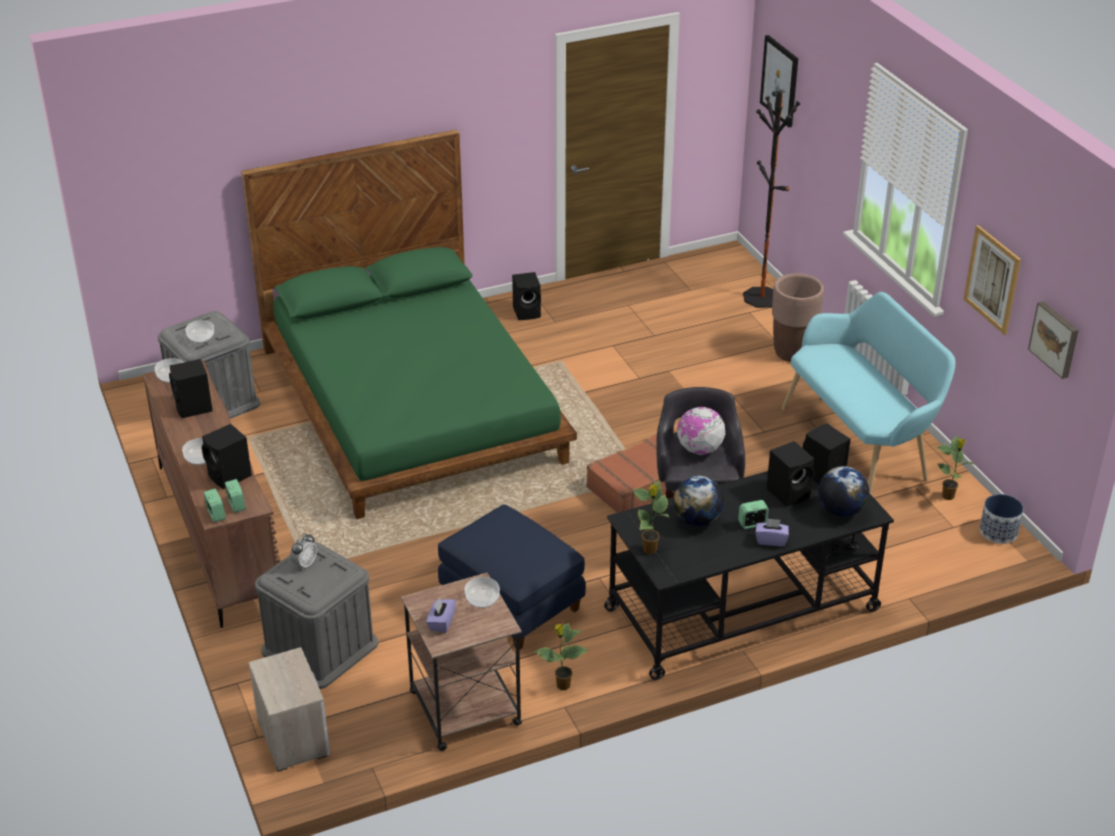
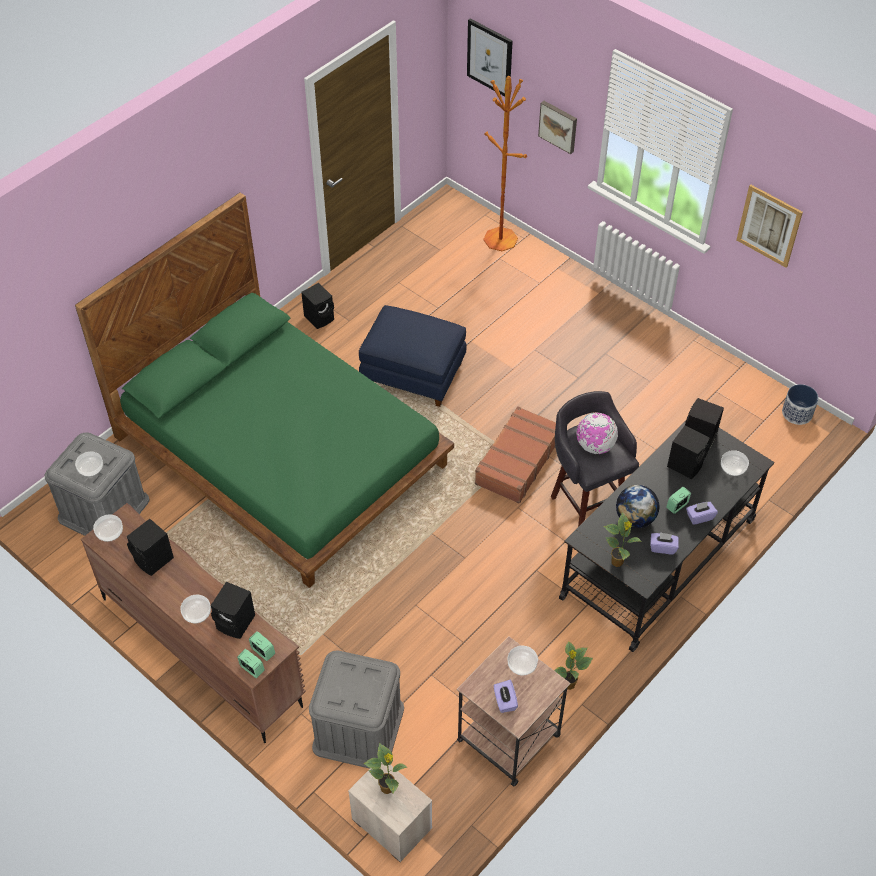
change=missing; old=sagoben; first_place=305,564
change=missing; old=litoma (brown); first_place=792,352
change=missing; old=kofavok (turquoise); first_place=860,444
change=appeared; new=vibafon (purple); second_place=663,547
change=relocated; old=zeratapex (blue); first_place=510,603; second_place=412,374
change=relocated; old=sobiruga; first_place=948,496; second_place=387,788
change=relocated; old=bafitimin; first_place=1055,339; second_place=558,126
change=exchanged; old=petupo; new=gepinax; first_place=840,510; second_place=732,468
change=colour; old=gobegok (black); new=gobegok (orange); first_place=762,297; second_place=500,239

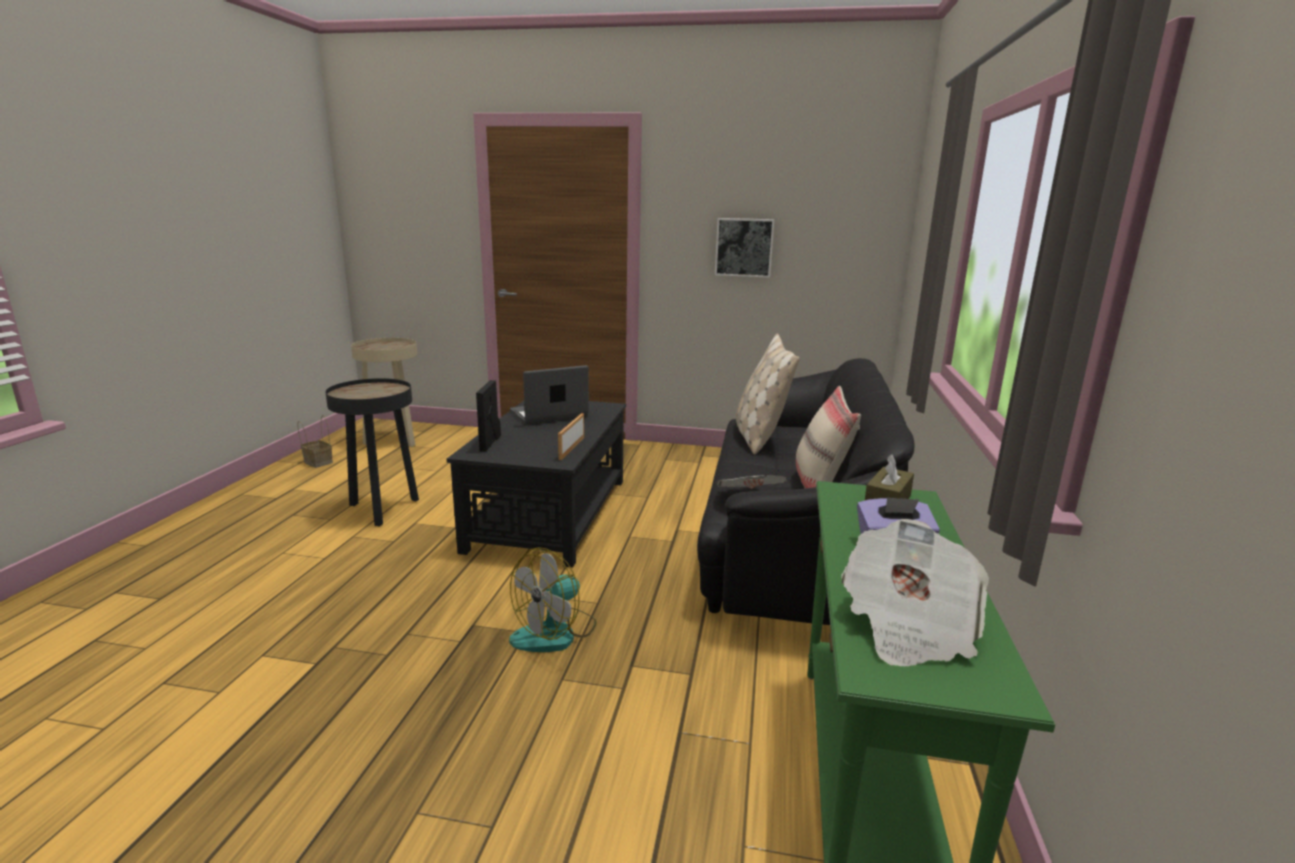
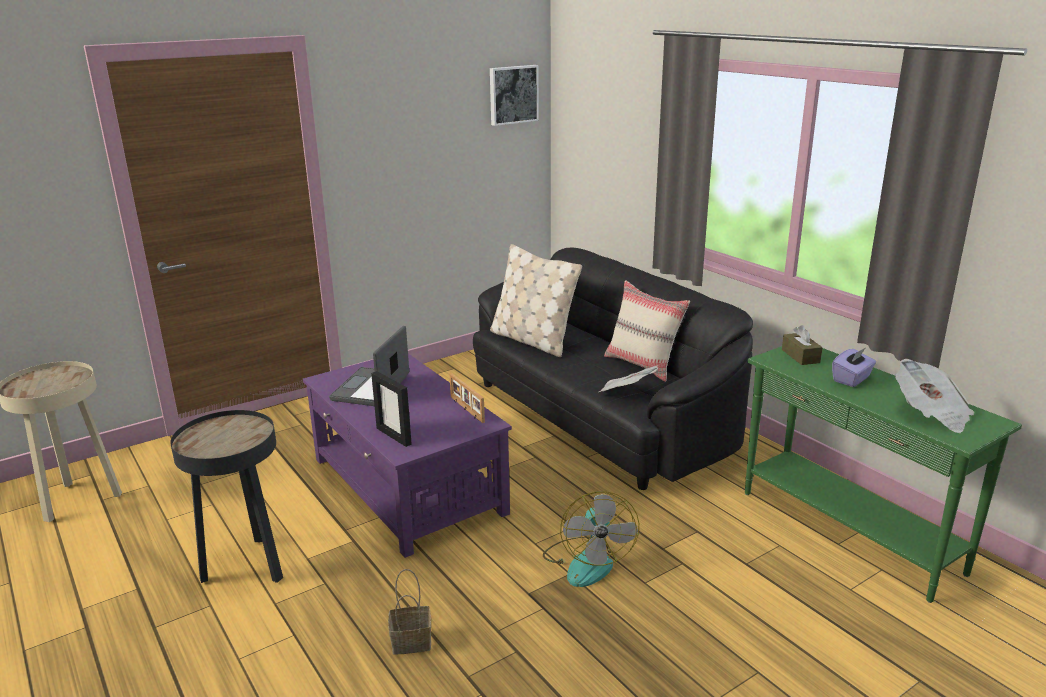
change=relocated; old=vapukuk; first_place=317,462; second_place=410,642
change=relocated; old=bafitimin; first_place=744,247; second_place=513,94
change=colour; old=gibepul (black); new=gibepul (purple); first_place=549,514; second_place=407,486

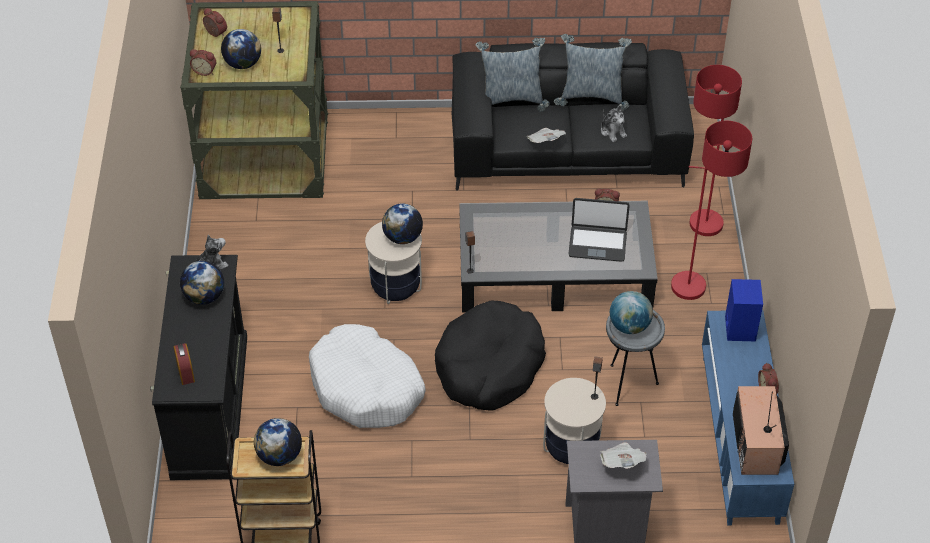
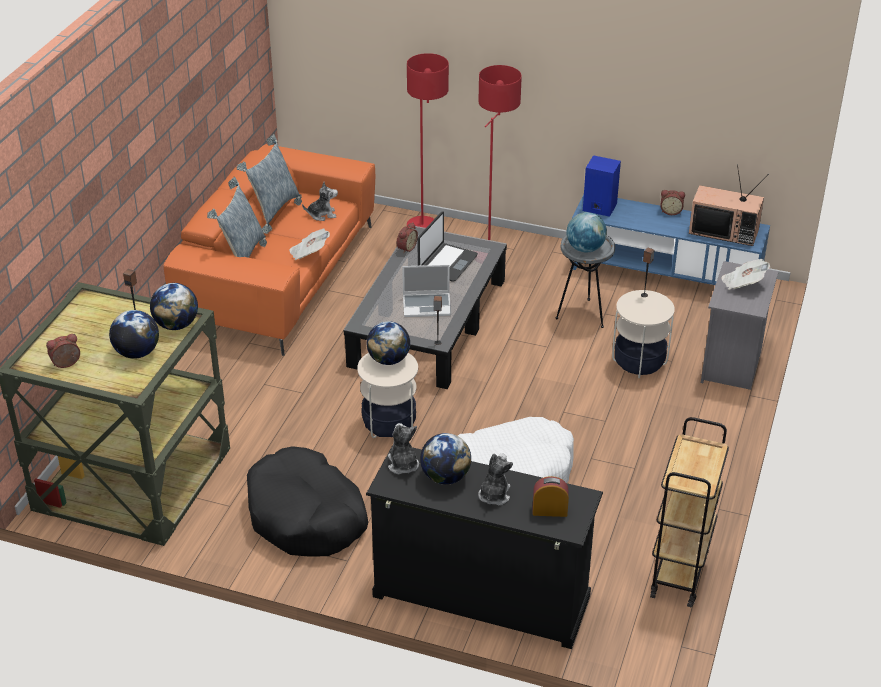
change=missing; old=sagoben; first_place=205,70
change=appeared; new=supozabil; second_place=427,305
change=appeared; new=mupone; second_place=494,495
change=relocated; old=petupo; first_place=279,456; second_place=176,325
change=relocated; old=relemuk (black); first_place=489,366; second_place=306,516
change=colour; old=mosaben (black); new=mosaben (orange); first_place=567,150; second_place=279,277

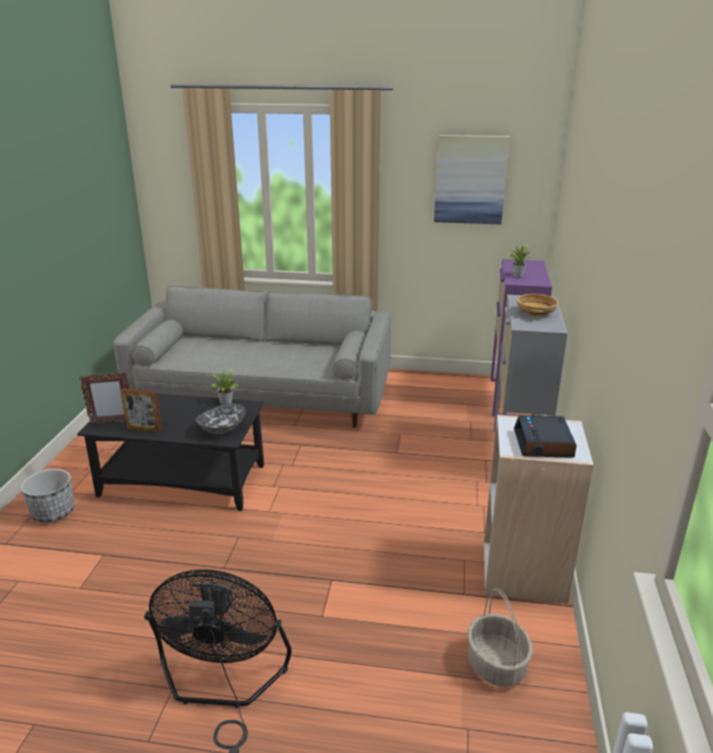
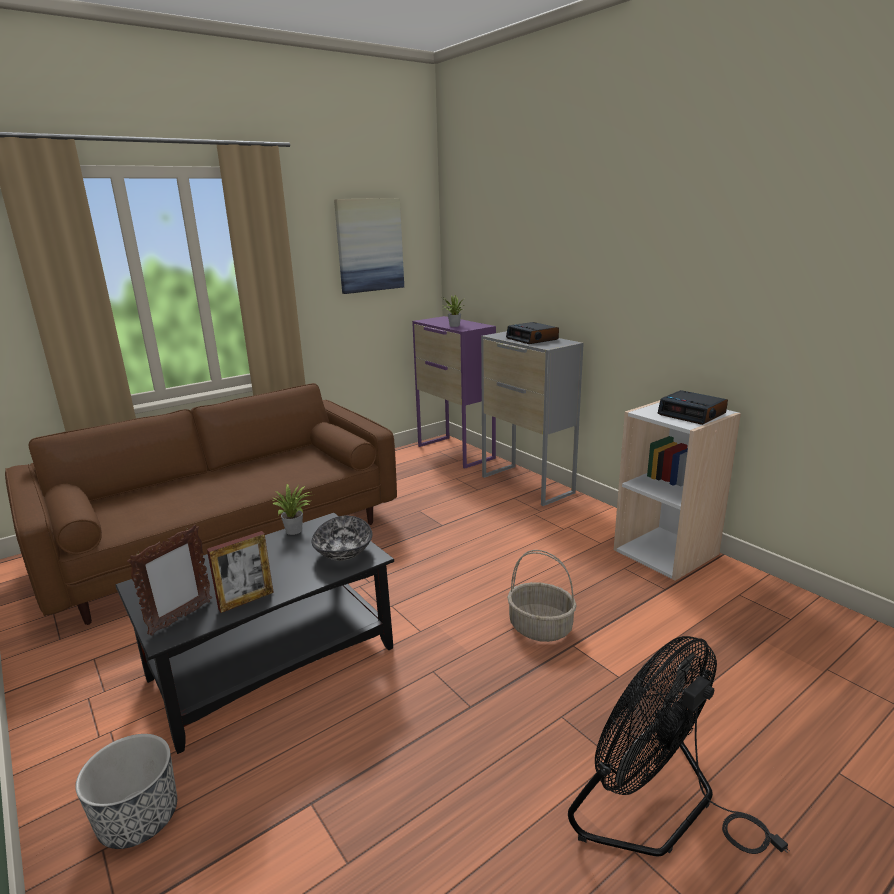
change=relocated; old=vapukuk; first_place=497,665; second_place=541,627
change=exchanged; old=gepinax (beige); new=sagoben; first_place=536,313; second_place=532,339
change=colour; old=mosaben (grey); new=mosaben (brown); first_place=263,395; second_place=226,541

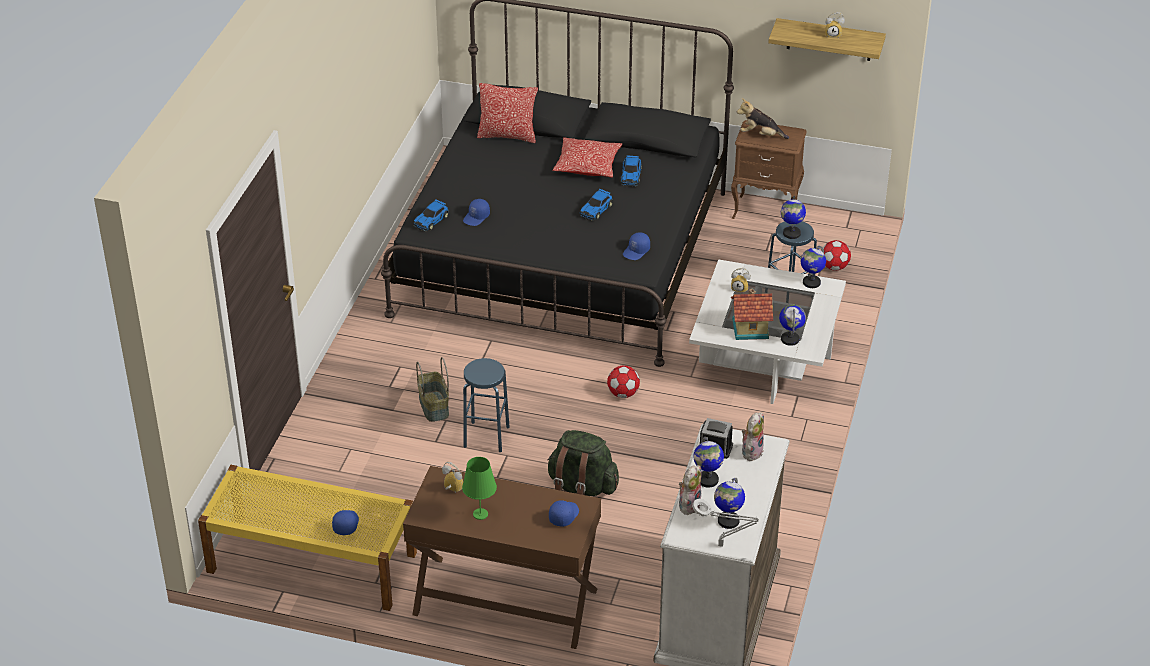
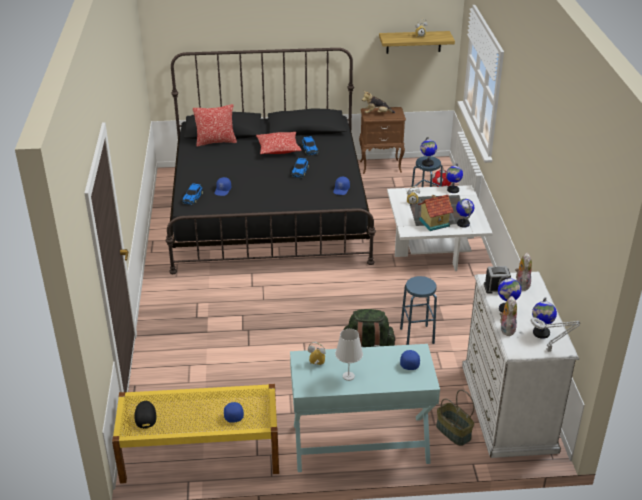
change=missing; old=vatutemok; first_place=623,393
change=appeared; new=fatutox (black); second_place=145,416
change=relocated; old=vapukuk; first_place=433,406; second_place=452,432
change=relocated; old=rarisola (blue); first_place=486,436; second_place=417,335
change=colour; old=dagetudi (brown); new=dagetudi (turquoise); first_place=505,602; second_place=360,444
change=colour; old=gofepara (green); new=gofepara (white); first_place=480,514; second_place=348,376

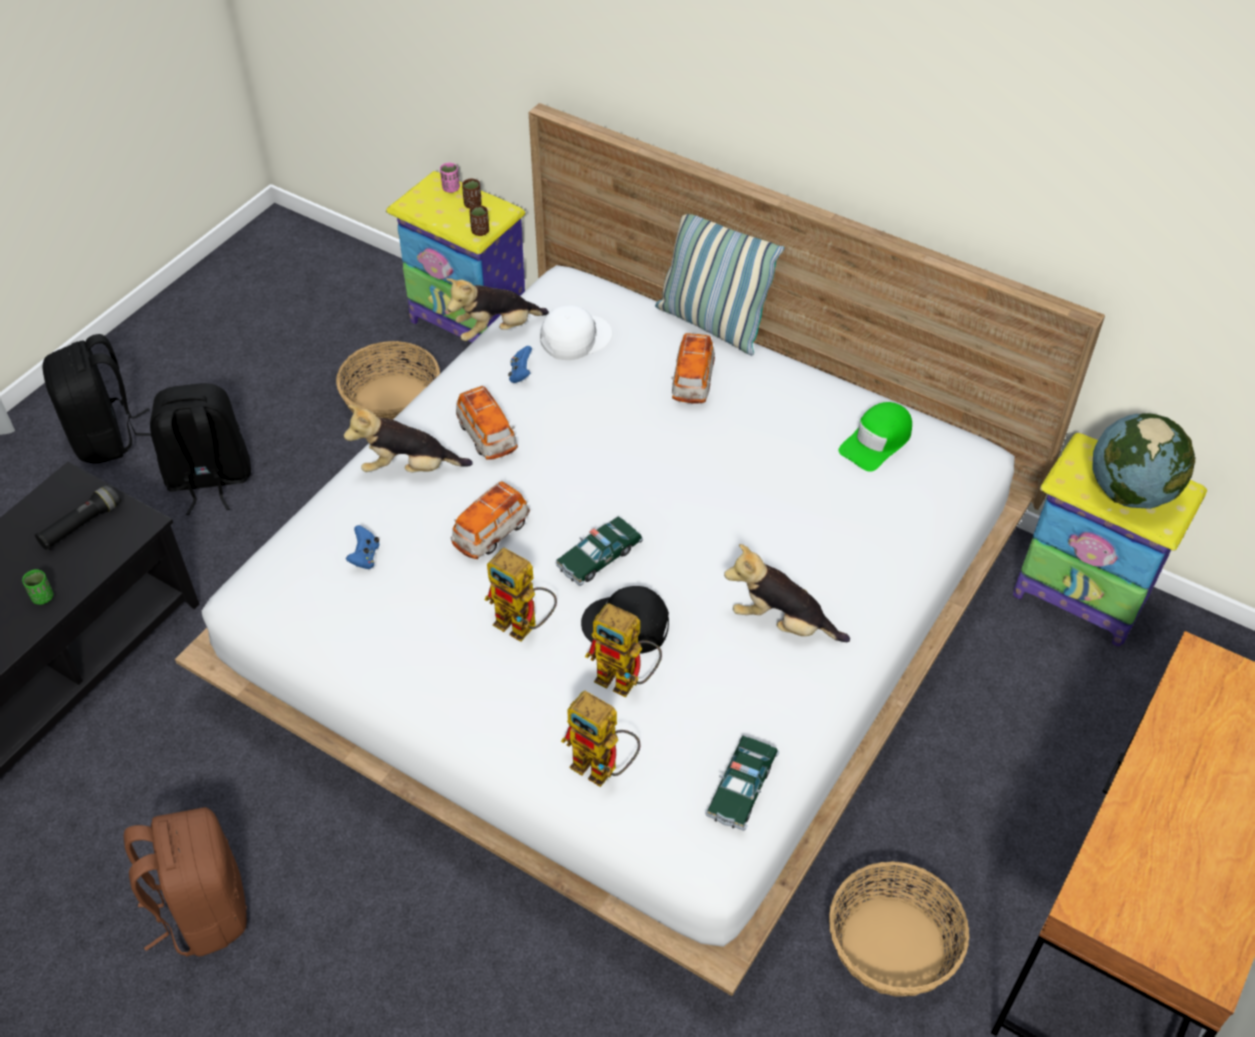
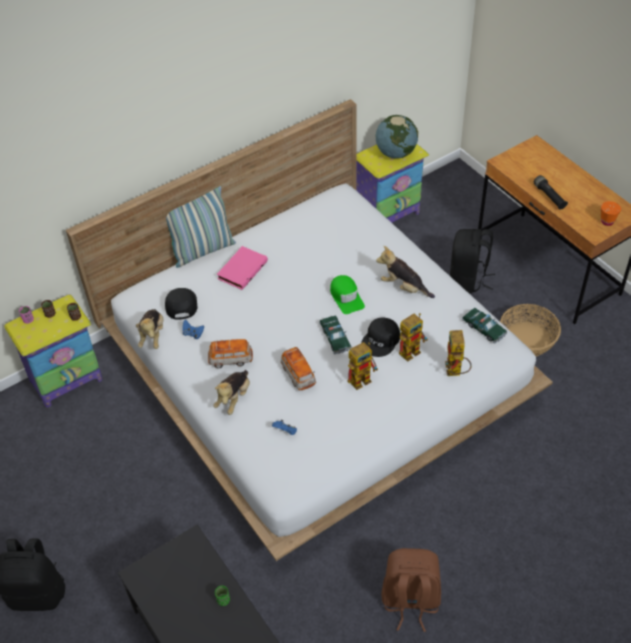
change=missing; old=vapukuk; first_place=392,401
change=appeared; new=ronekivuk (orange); second_place=607,221
change=relocated; old=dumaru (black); first_place=81,525; second_place=549,197
change=relocated; old=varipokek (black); first_place=209,479; second_place=468,279
change=relocated; old=fatutox (green); first_place=877,442; second_place=346,297
change=exchanged; old=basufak; new=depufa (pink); first_place=692,382; second_place=241,269
change=colour; old=fatutox (white); new=fatutox (black); first_place=575,337; second_place=180,304
change=spun; old=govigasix; first_place=603,769; second_place=455,372; degrees=120
change=spun; old=mupone; first_place=782,623; second_place=404,287; degrees=75

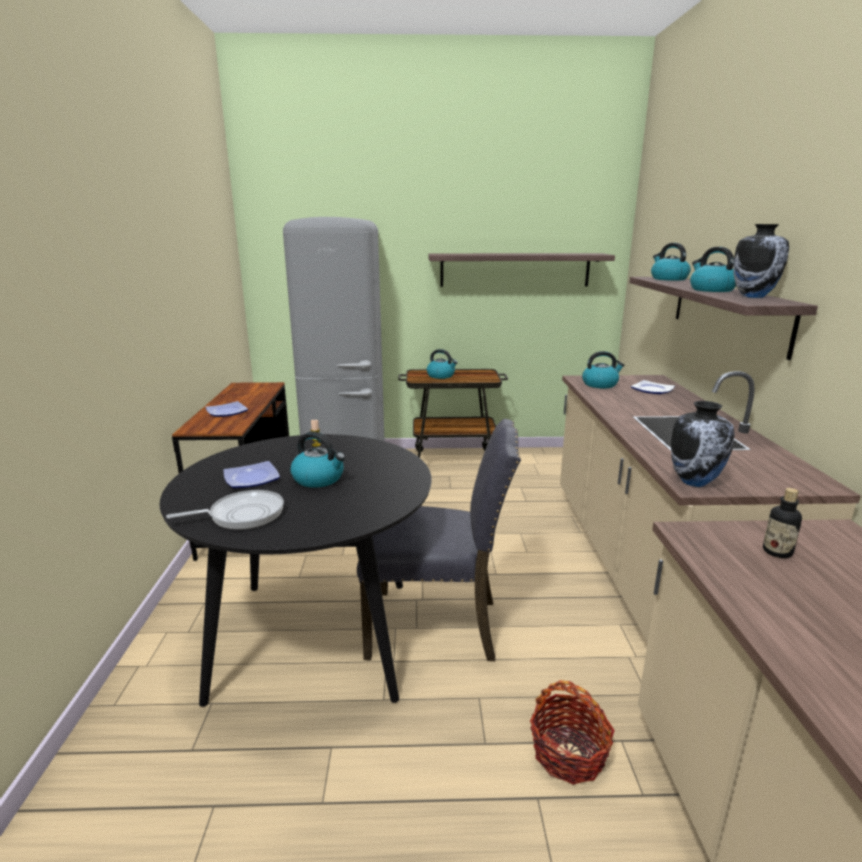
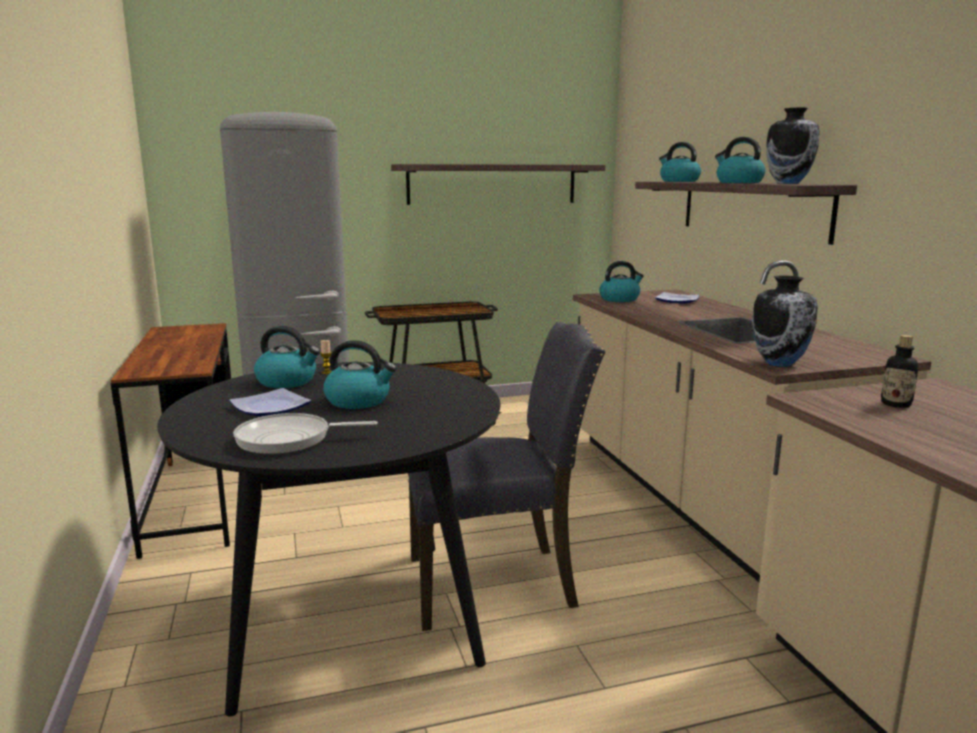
change=missing; old=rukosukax; first_place=226,412
change=missing; old=vapukuk; first_place=569,753
change=relocated; old=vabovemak; first_place=441,376; second_place=287,381
change=spun; old=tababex; first_place=242,515; second_place=289,439; degrees=-150

